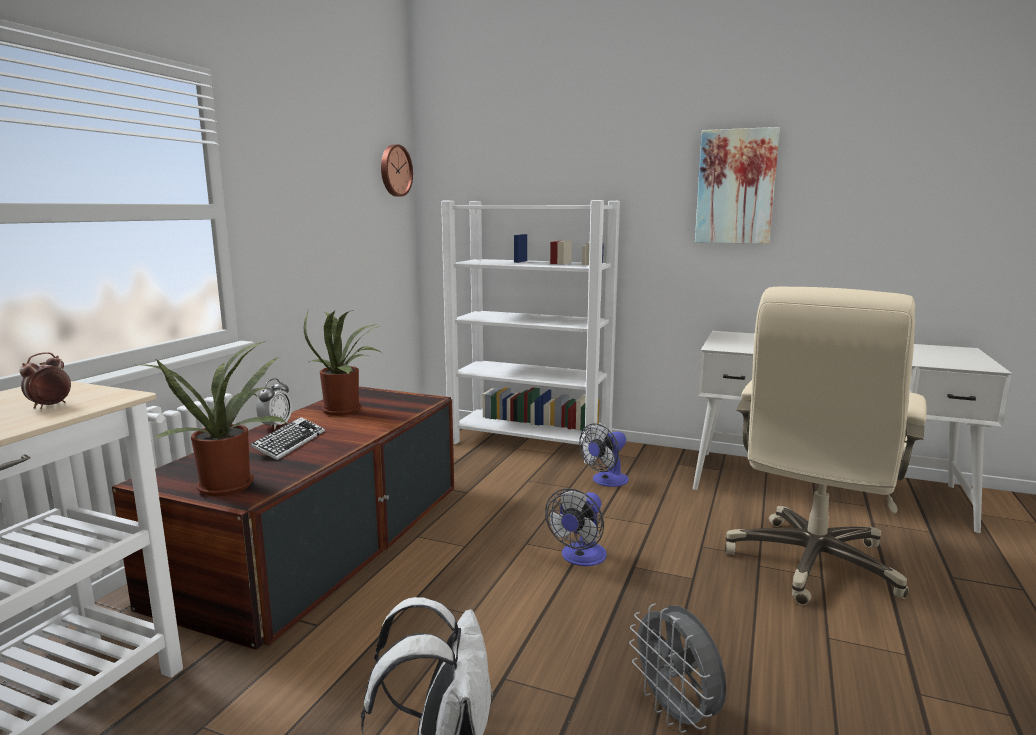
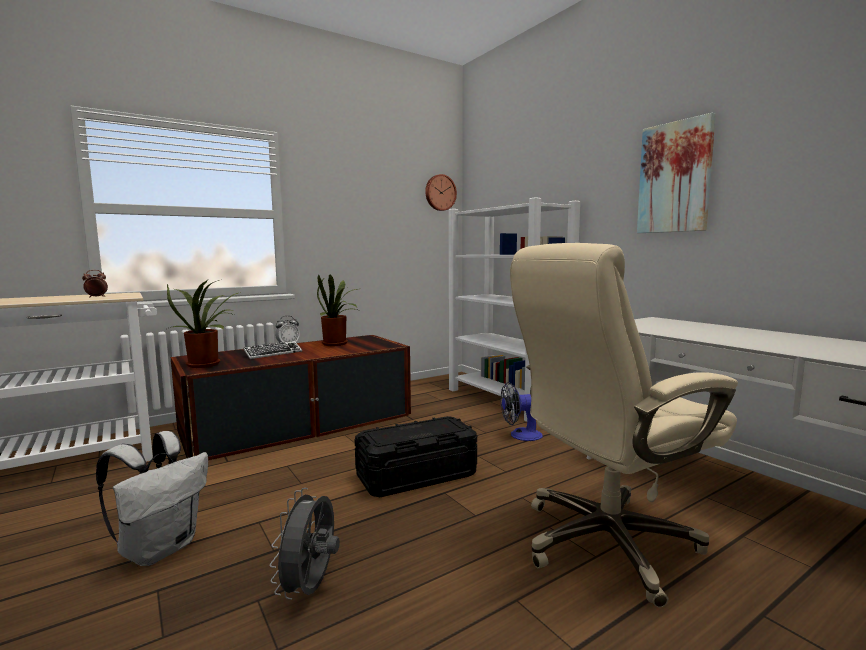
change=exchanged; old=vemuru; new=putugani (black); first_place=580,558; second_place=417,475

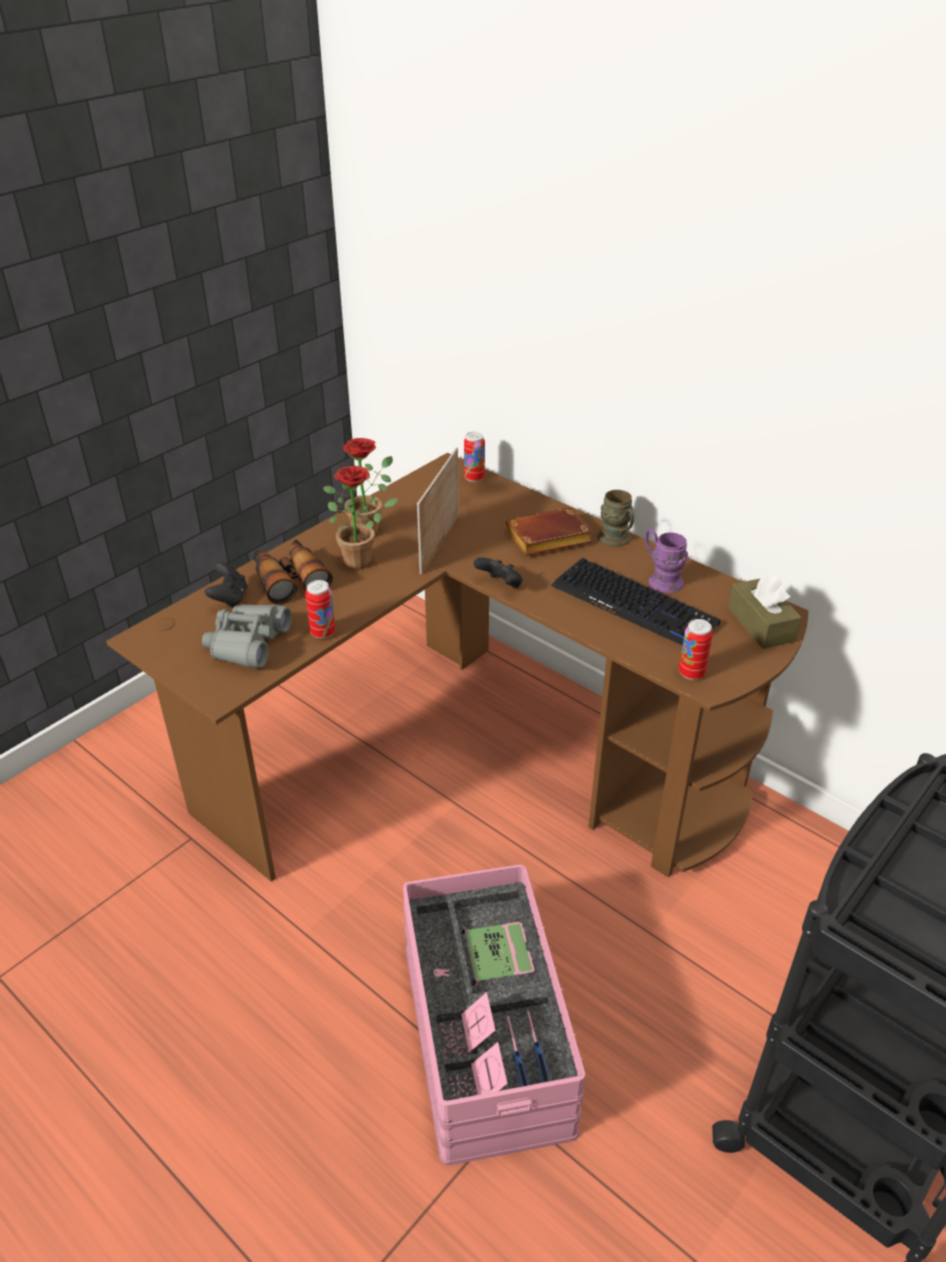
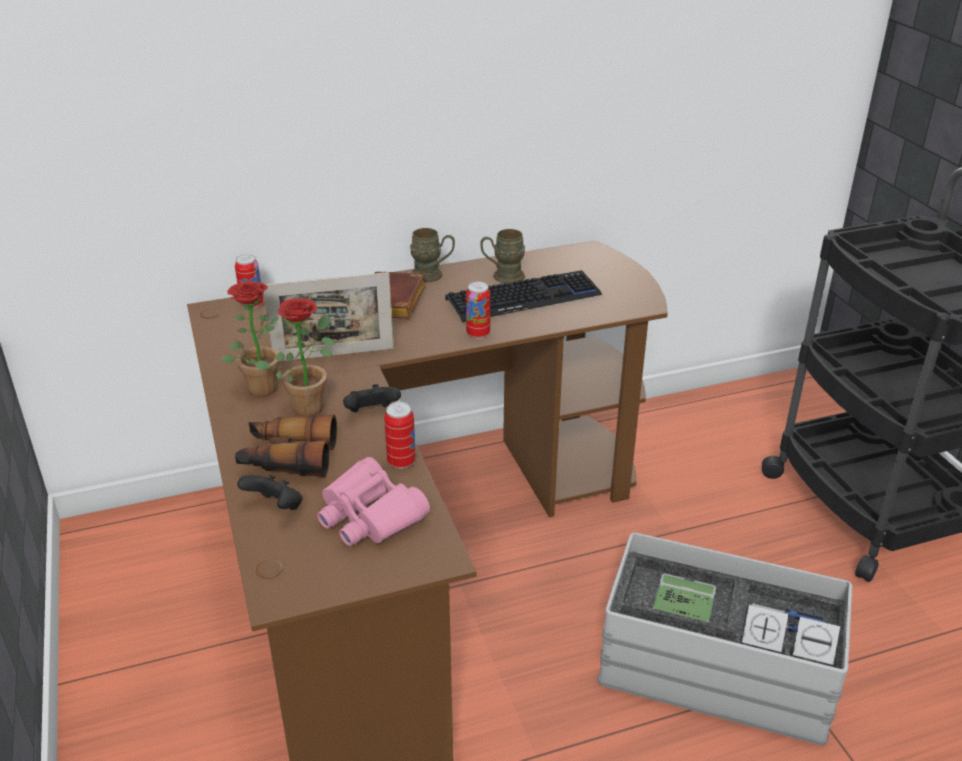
change=missing; old=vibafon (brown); first_place=761,624
change=relocated; old=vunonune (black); first_place=500,585; second_place=371,413
change=relocated; old=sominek; first_place=691,673; second_place=478,334
change=colour; old=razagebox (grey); new=razagebox (pink); first_place=247,643; second_place=369,515
change=colour; old=putugani (pink); new=putugani (grey); first_place=488,1034; second_place=718,665
change=colour; old=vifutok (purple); new=vifutok (brown); first_place=660,579; second_place=502,276
change=spun; old=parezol; first_place=439,543; second_place=334,355; degrees=-60

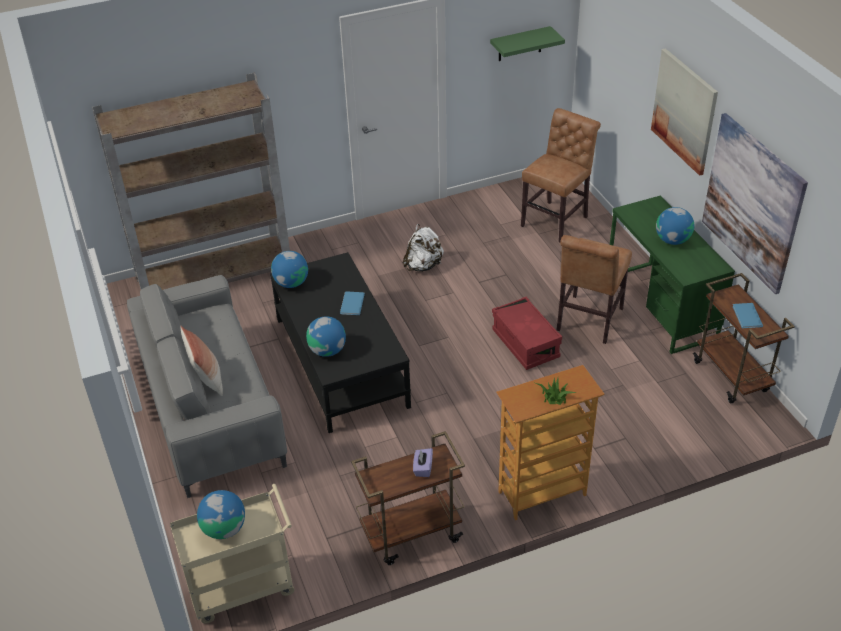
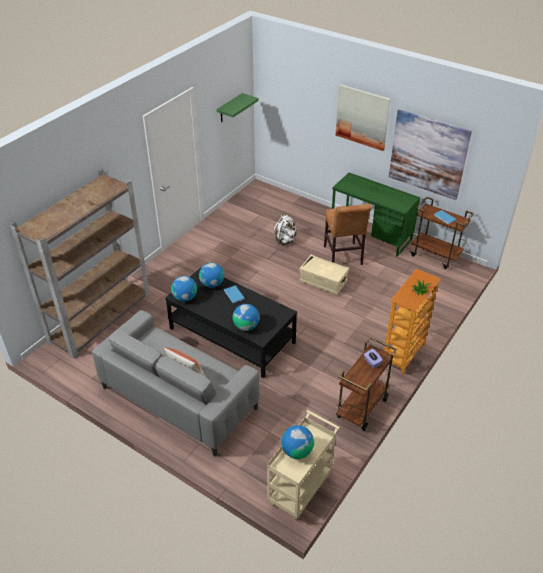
change=missing; old=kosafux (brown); first_place=556,220
change=relocated; old=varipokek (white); first_place=423,265; second_place=285,240
change=relocated; old=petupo; first_place=672,240; second_place=212,284
change=colour; old=putugani (red); new=putugani (beige); first_place=525,344; second_place=323,282

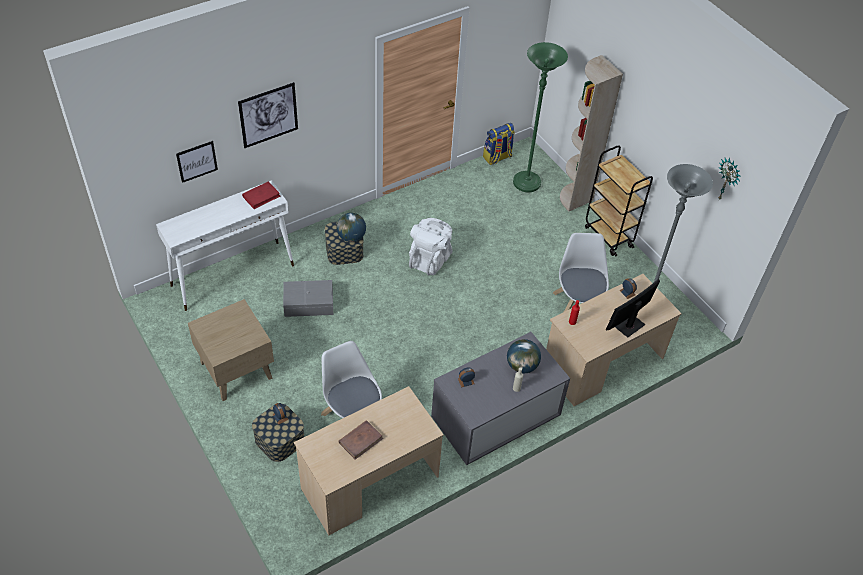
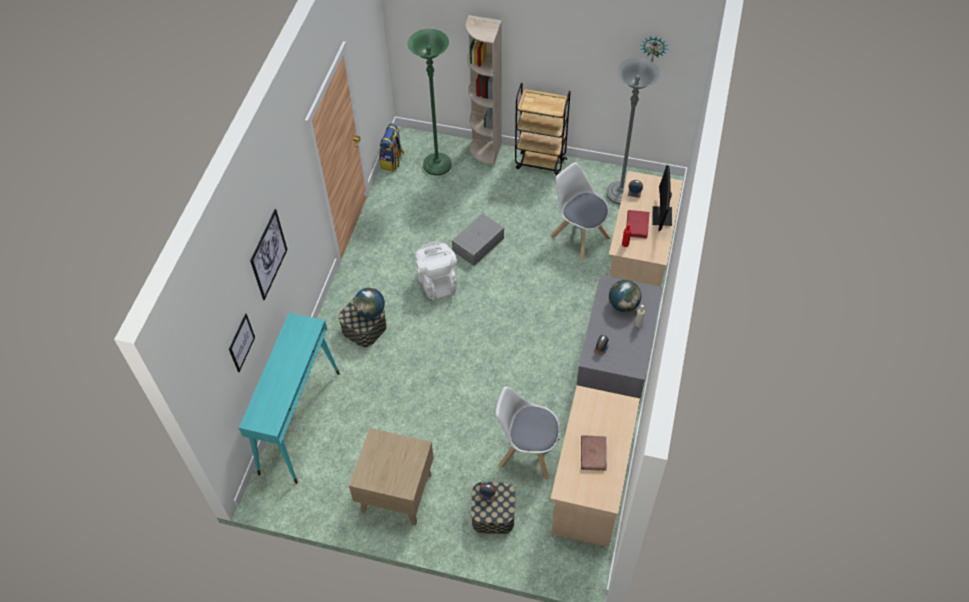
change=relocated; old=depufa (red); first_place=261,196; second_place=637,225
change=relocated; old=putugani (grey); first_place=309,304; second_place=479,244
change=colour; old=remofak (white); new=remofak (turquoise); first_place=233,275; second_place=300,421

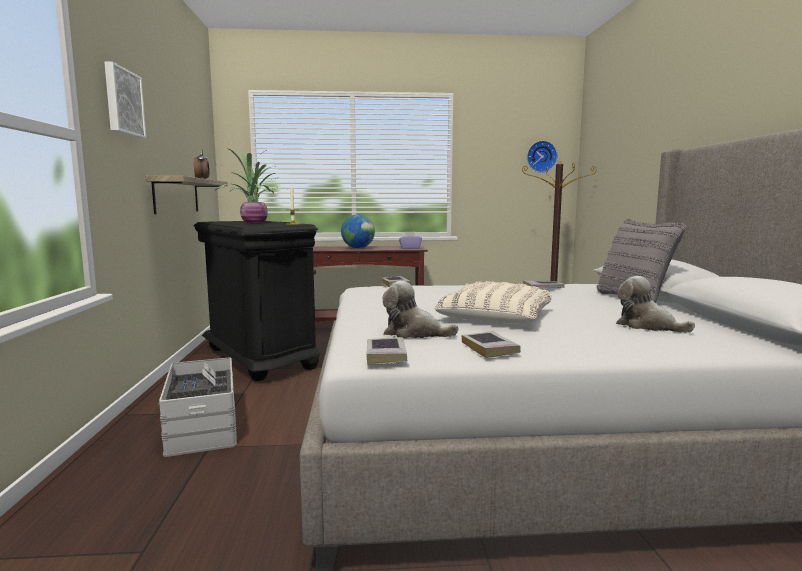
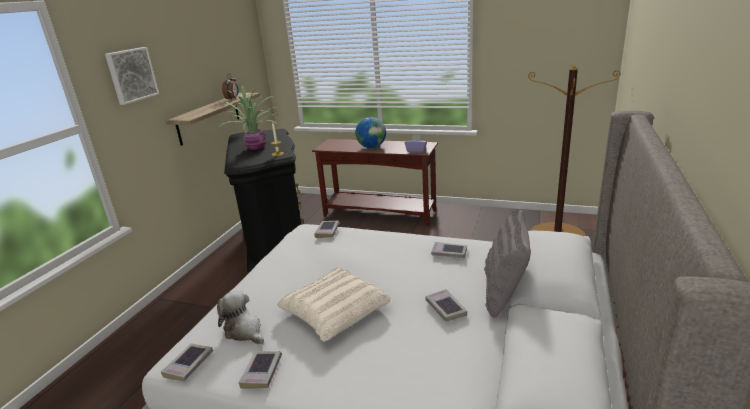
change=missing; old=putugani (grey); first_place=201,425
change=missing; old=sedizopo; first_place=541,156
change=missing; old=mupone; first_place=647,326
change=appeared; new=depufa; second_place=445,308

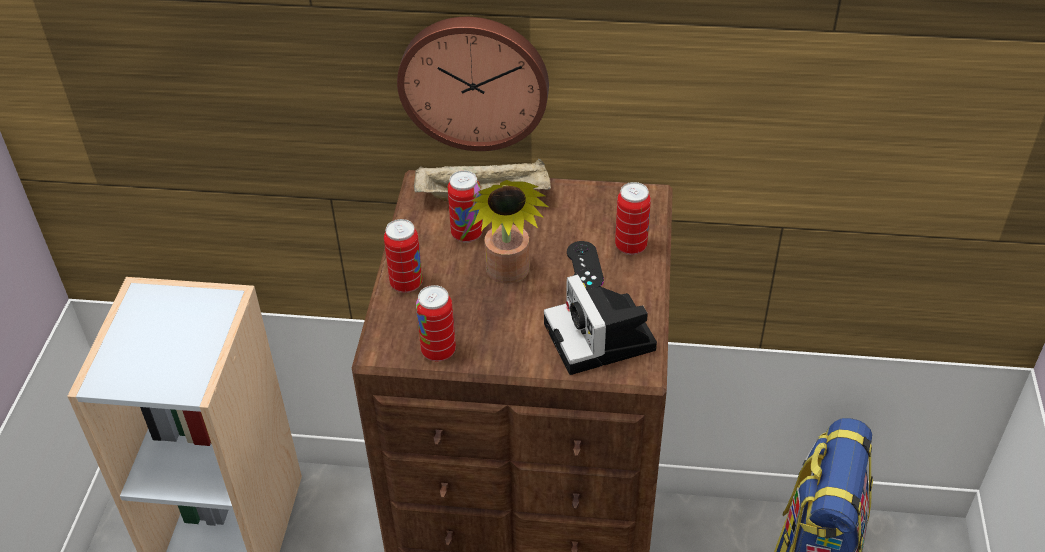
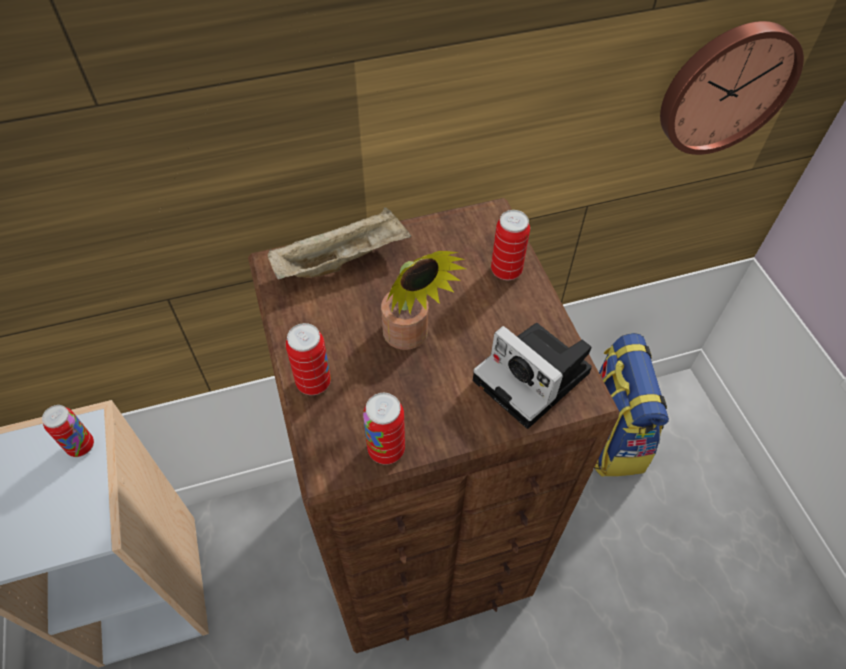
change=missing; old=vunonune (black); first_place=584,266
change=relocated; old=sedizopo; first_place=474,80; second_place=725,87
change=relocated; old=sominek; first_place=466,234; second_place=81,446

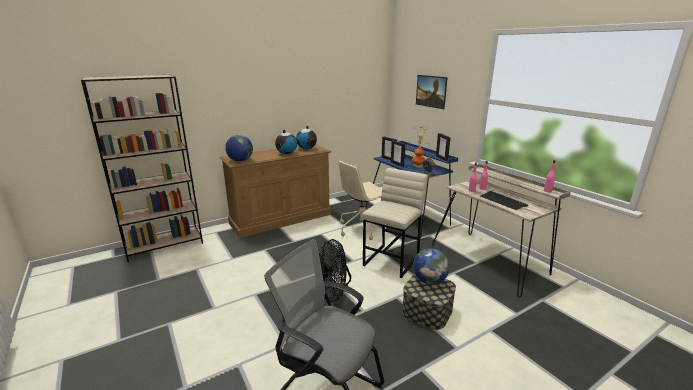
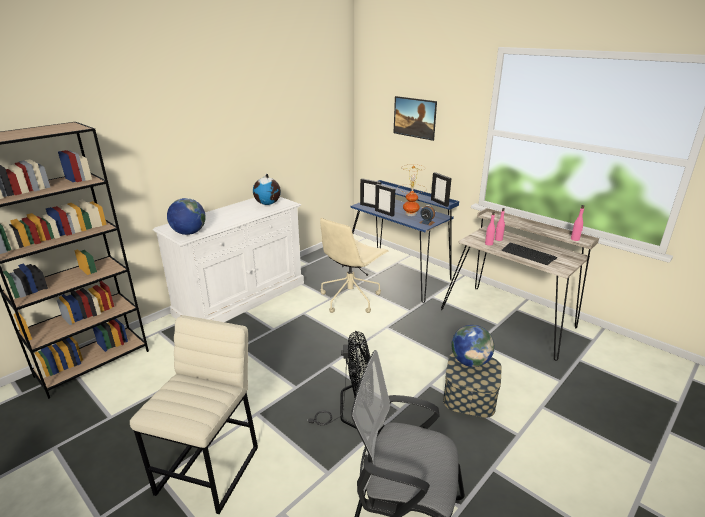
change=missing; old=petupo; first_place=286,153
change=relocated; old=kosafux (beige); first_place=392,260; second_place=209,467
change=colour; old=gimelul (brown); new=gimelul (white); first_place=282,219; second_place=242,298

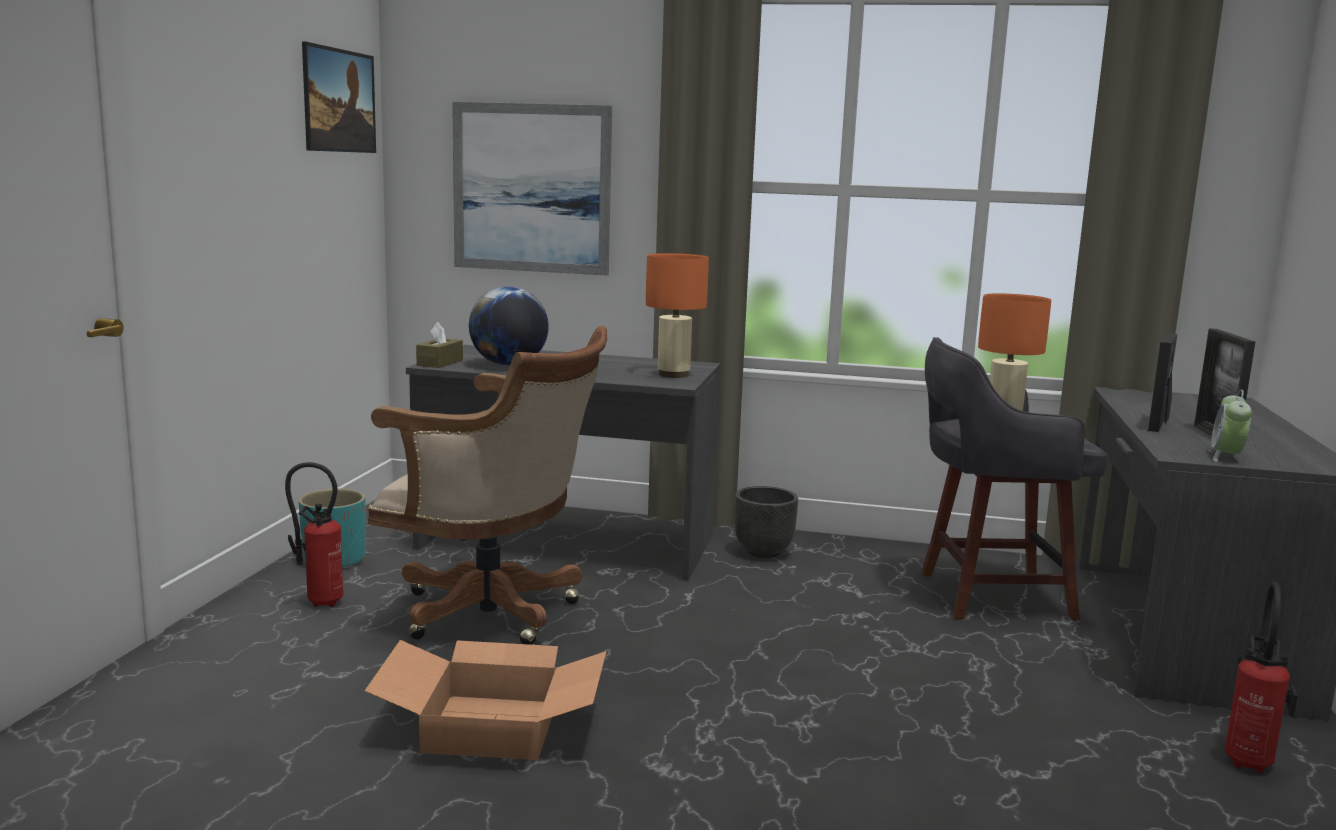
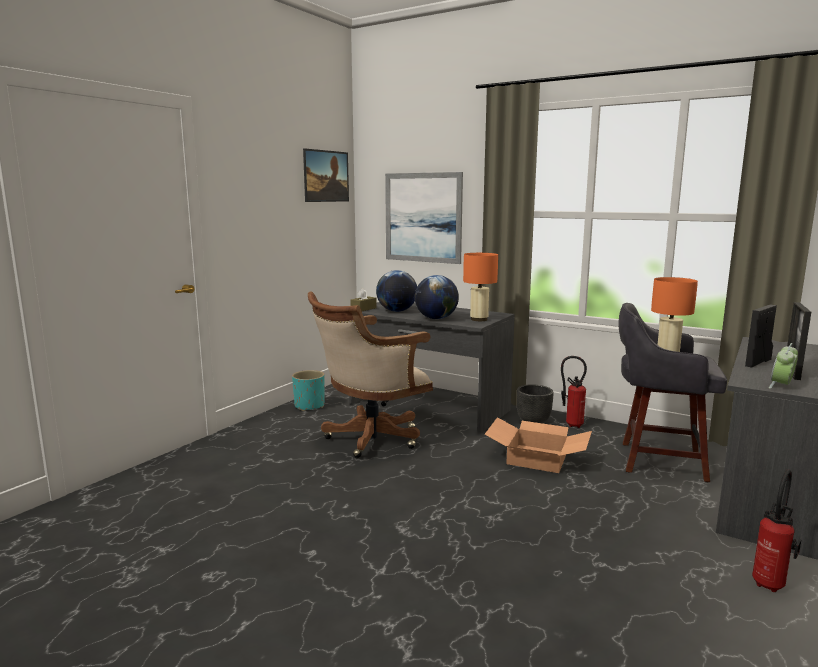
change=appeared; new=petupo; second_place=436,318
change=relocated; old=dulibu; first_place=320,602; second_place=571,424
change=relocated; old=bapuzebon; first_place=493,726; second_place=538,458
change=spun; old=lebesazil; first_place=496,613; second_place=369,440; degrees=105

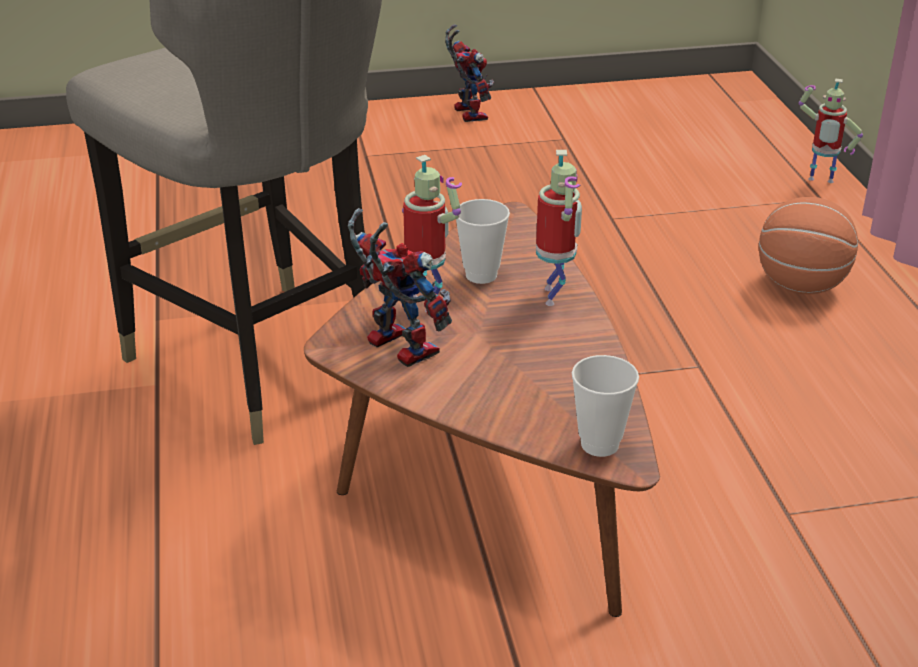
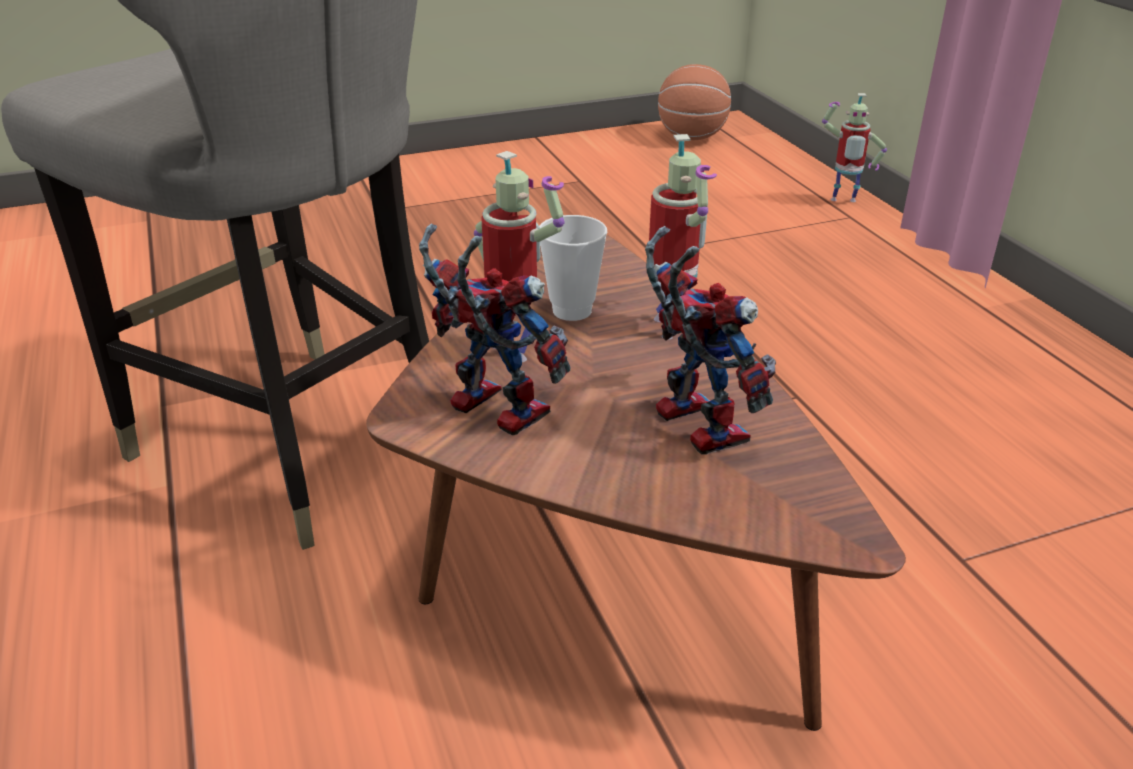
change=missing; old=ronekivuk; first_place=599,444
change=relocated; old=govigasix; first_place=466,112; second_place=689,422
change=relocated; old=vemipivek; first_place=800,285; second_place=691,137

